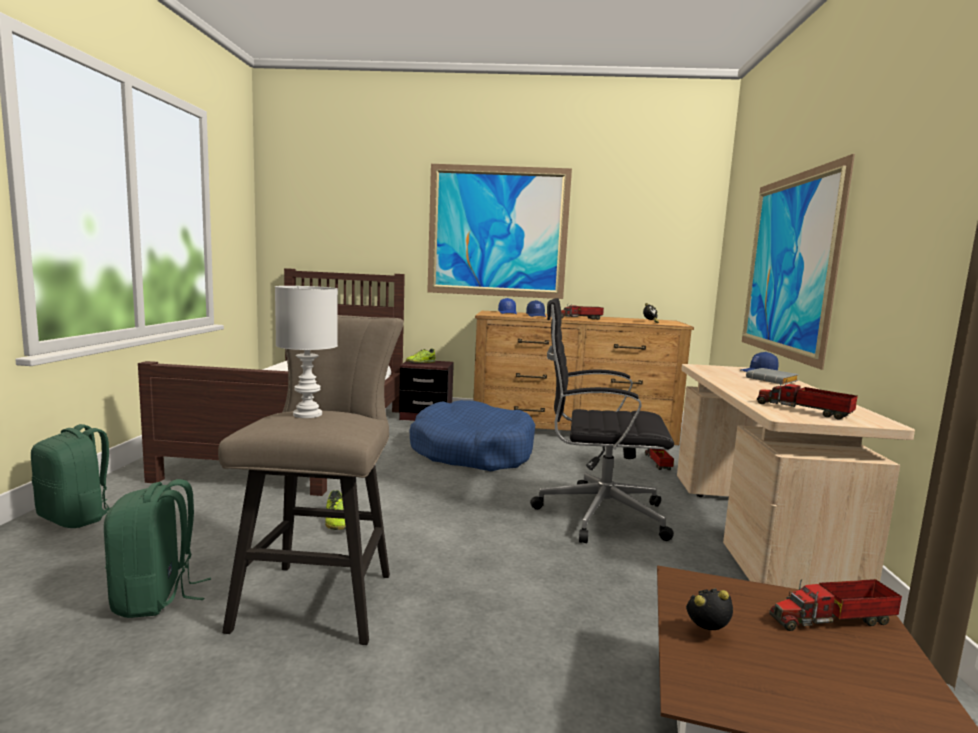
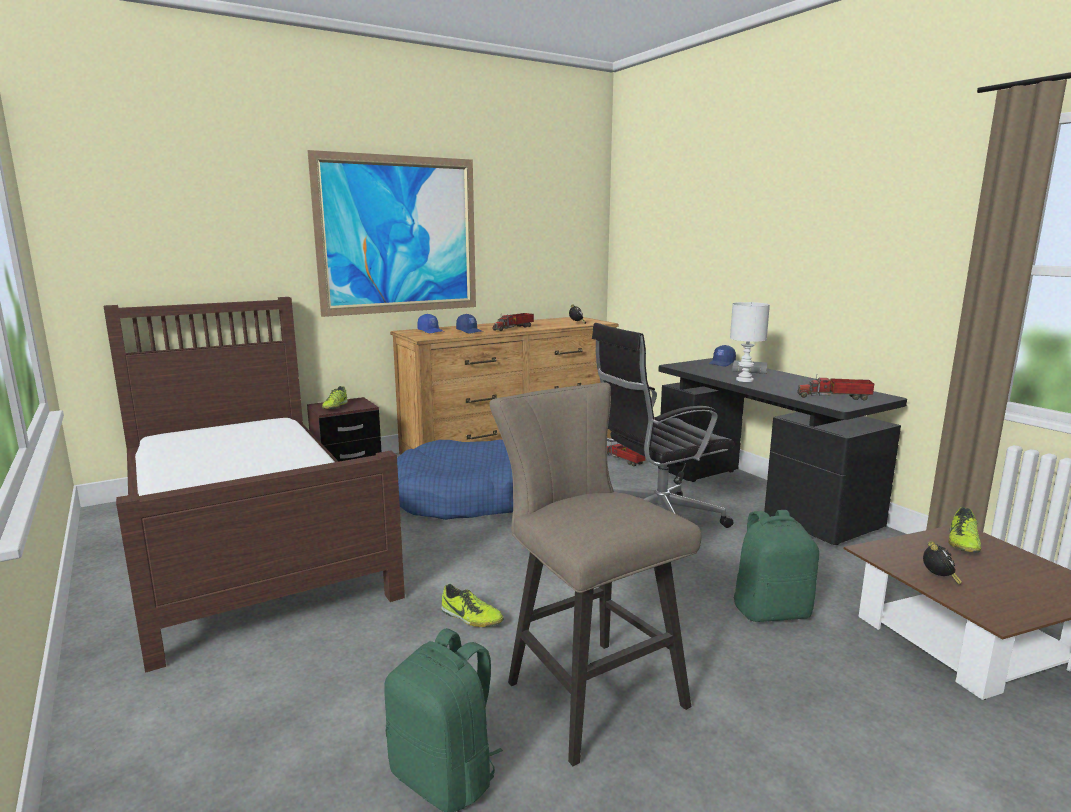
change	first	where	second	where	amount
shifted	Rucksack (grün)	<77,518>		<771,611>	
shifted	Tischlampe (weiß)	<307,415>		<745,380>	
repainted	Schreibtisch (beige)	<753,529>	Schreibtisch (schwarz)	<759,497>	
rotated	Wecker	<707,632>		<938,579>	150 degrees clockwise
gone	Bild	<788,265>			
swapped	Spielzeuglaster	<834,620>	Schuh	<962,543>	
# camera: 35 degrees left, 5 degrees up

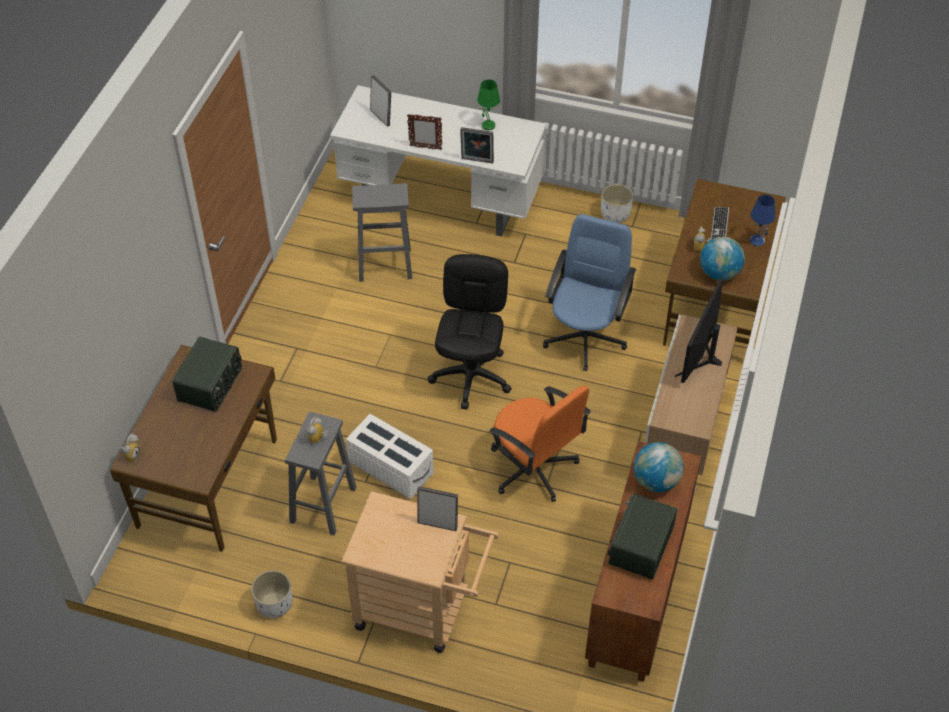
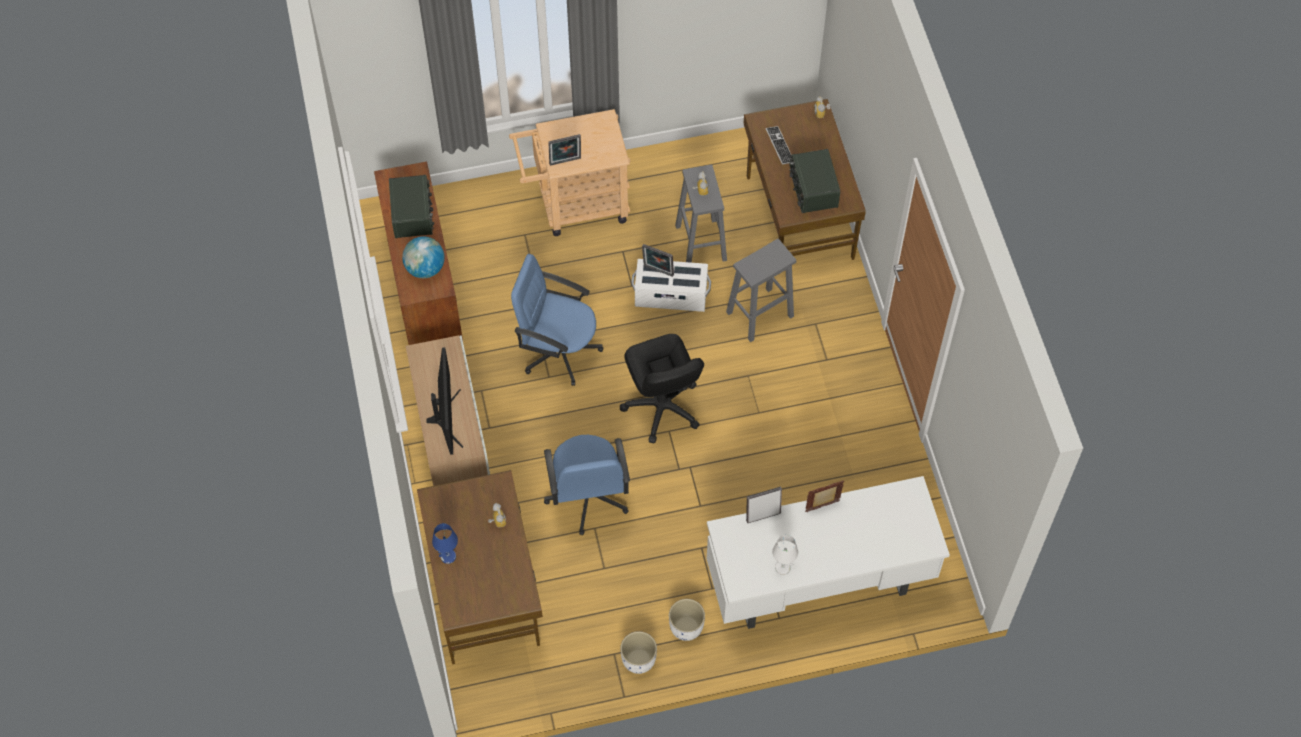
change	first	where	second	where	amount
shifted	Pflanzkübel (weiß)	<275,605>		<685,627>	
shifted	Hocker (grau)	<384,265>		<760,313>	
shifted	Bilderrahmen	<381,117>		<658,271>	
repainted	Tischlampe (grün)	<487,125>	Tischlampe (weiß)	<783,567>	
repainted	Bürostuhl (orange)	<533,469>	Bürostuhl (blau)	<559,350>	
gone	Globus	<719,273>			
shifted	Tastatur	<719,225>		<780,146>	
# camera: 150 degrees right, 10 degrees up

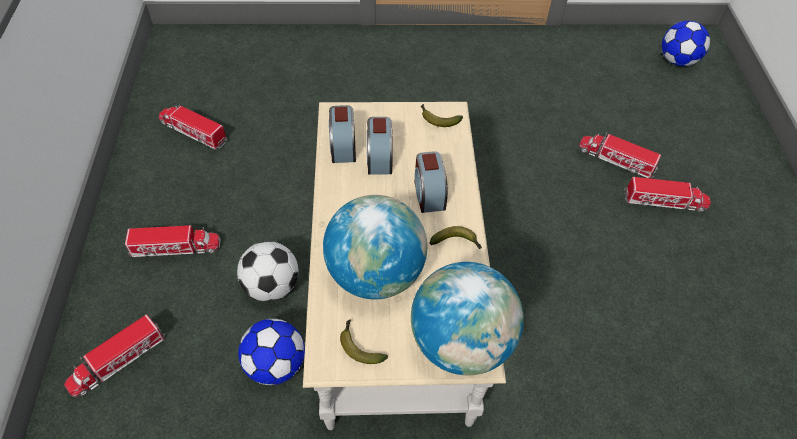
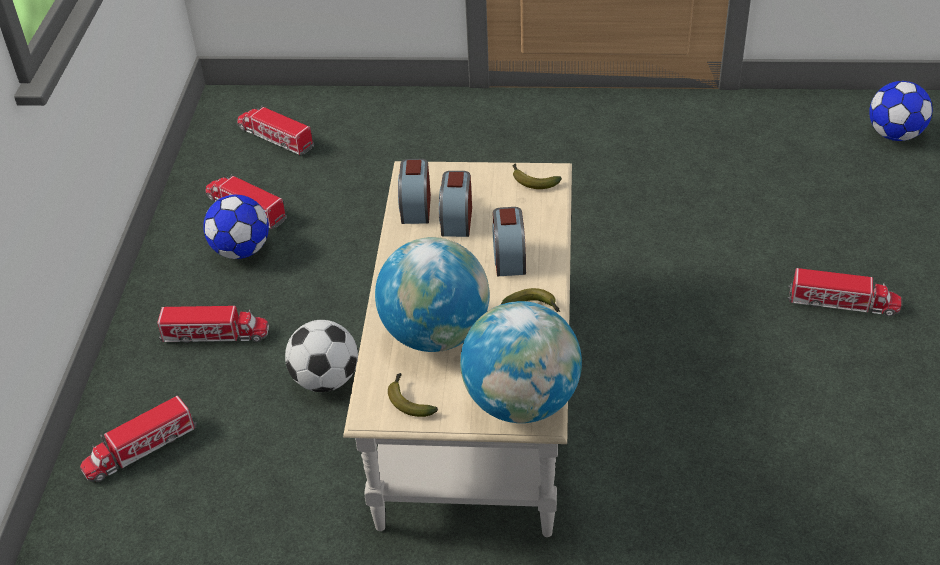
change	first	where	second	where	amount
shifted	Fußball	<275,365>		<241,250>	
shifted	Spielzeuglaster	<616,160>		<275,138>	
# camera: 10 degrees right, 10 degrees down

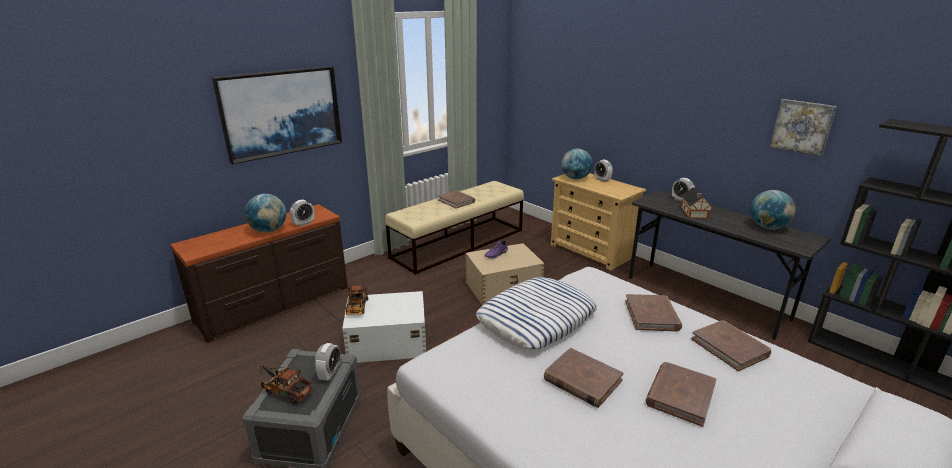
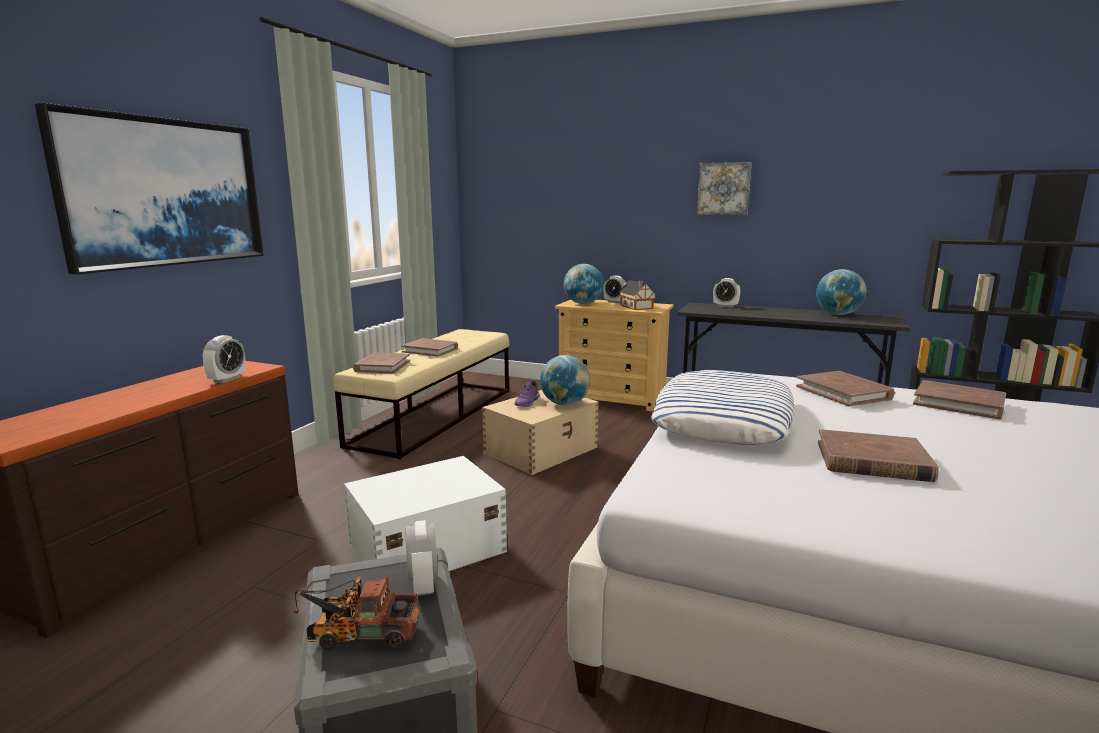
change	first	where	second	where	amount
shifted	Globus	<269,230>		<565,404>	
gone	Spielzeuglaster	<357,308>			
shifted	Buch (braun)	<680,395>		<382,366>	
shifted	Spielzeughaus	<694,213>		<636,307>	
shifted	Bild	<802,126>		<723,188>	
# camera: 25 degrees left, 10 degrees down

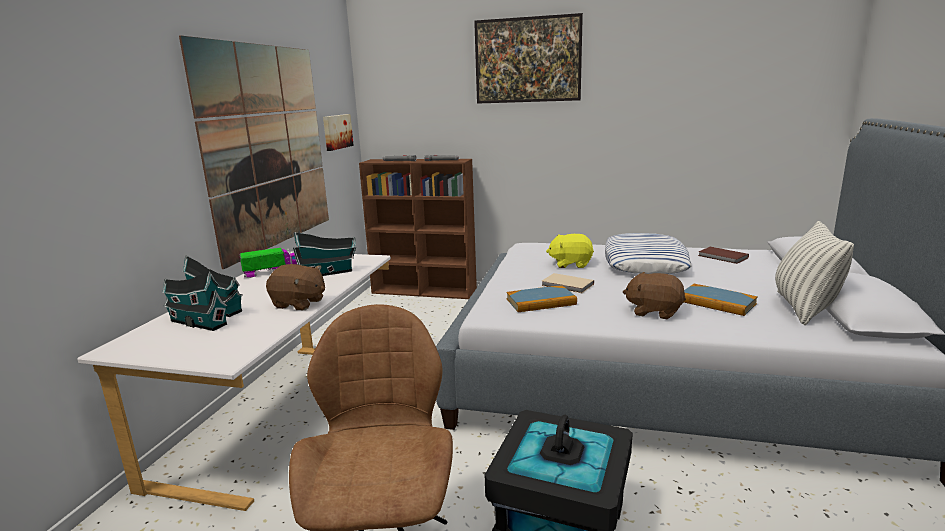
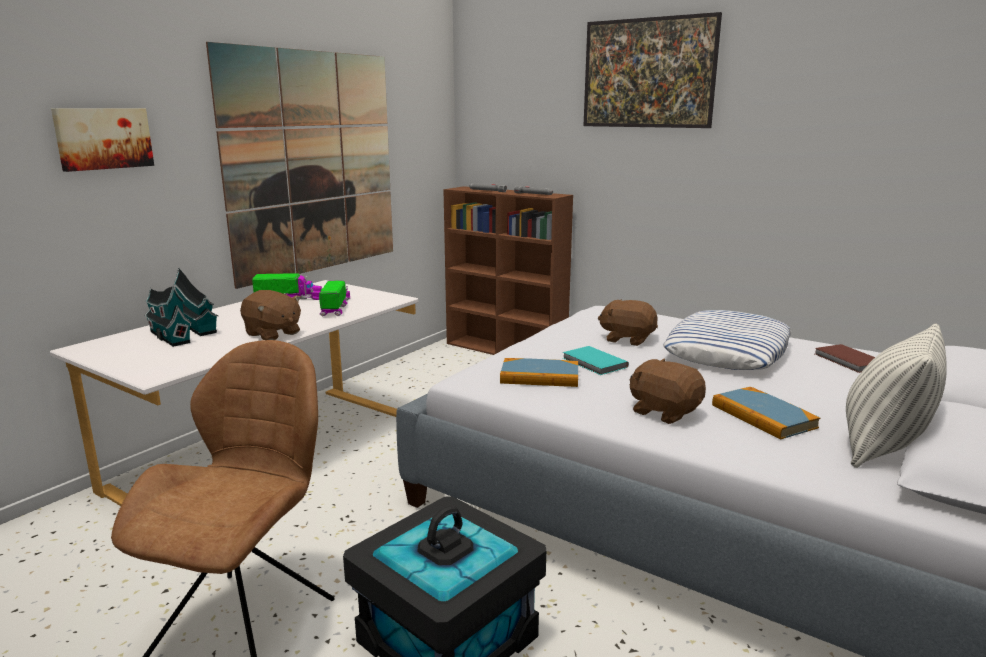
change	first	where	second	where	amount
swapped	Spielzeughaus	<328,273>	Spielzeuglaster	<335,307>	
shifted	Bild	<336,132>		<103,138>	
repainted	Buch (beige)	<567,285>	Buch (türkis)	<594,363>	
repainted	Plüschtier (gelb)	<570,264>	Plüschtier (braun)	<627,339>	
# camera: 20 degrees right, 0 degrees up

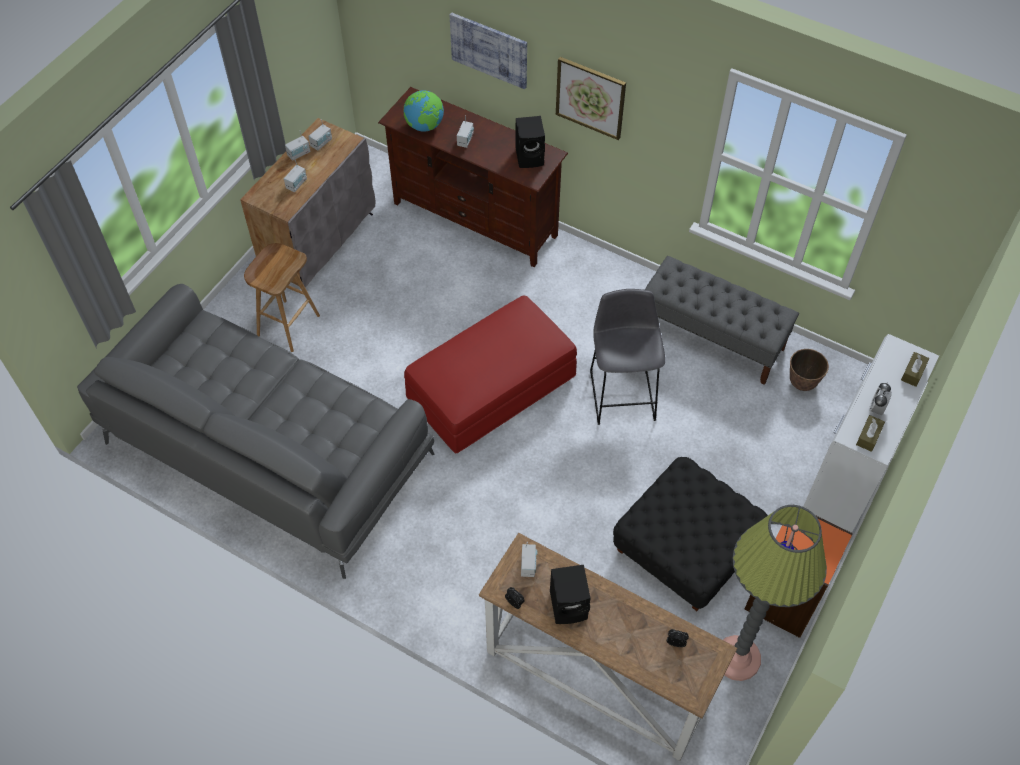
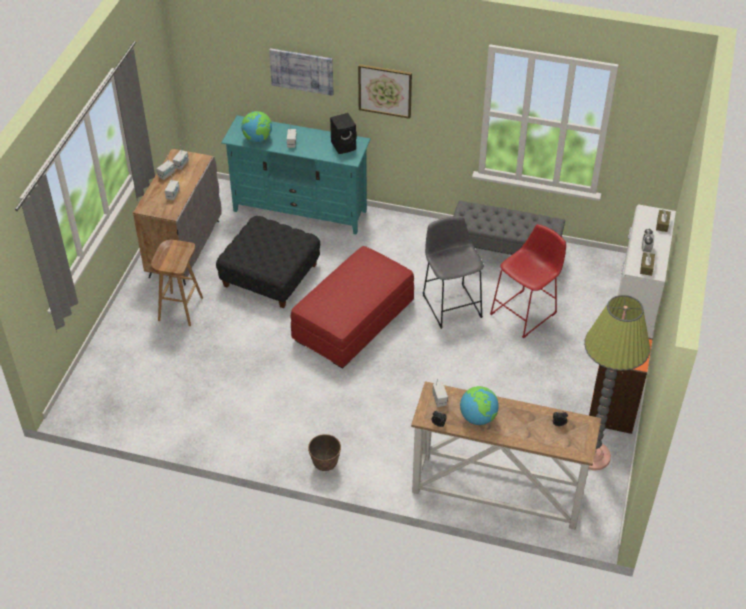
change	first	where	second	where	amount
gone	Sofa (grau)	<266,447>			
repainted	Fernsehschrank (braun)	<476,219>	Fernsehschrank (türkis)	<300,210>	
swapped	Lautsprecher (schwarz)	<570,605>	Globus	<478,417>	
shifted	Polsterhocker (schwarz)	<686,546>		<270,275>	
shifted	Pflanzkübel	<802,383>		<325,465>	
new			Hocker (rot)	<526,312>	
# camera: 15 degrees left, 10 degrees down

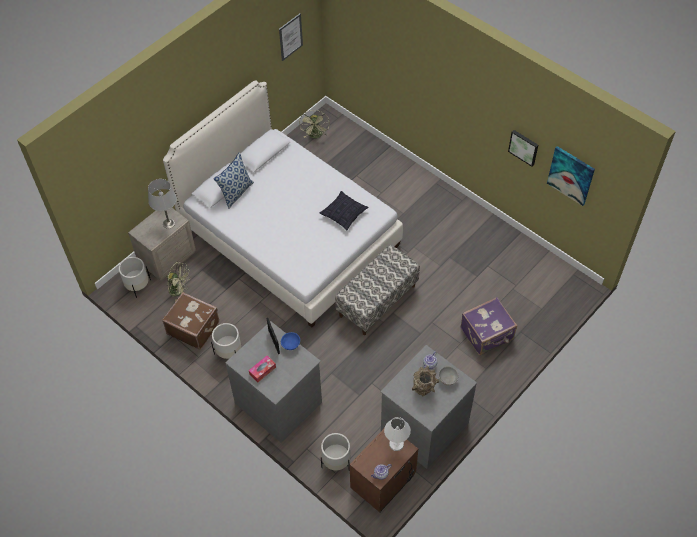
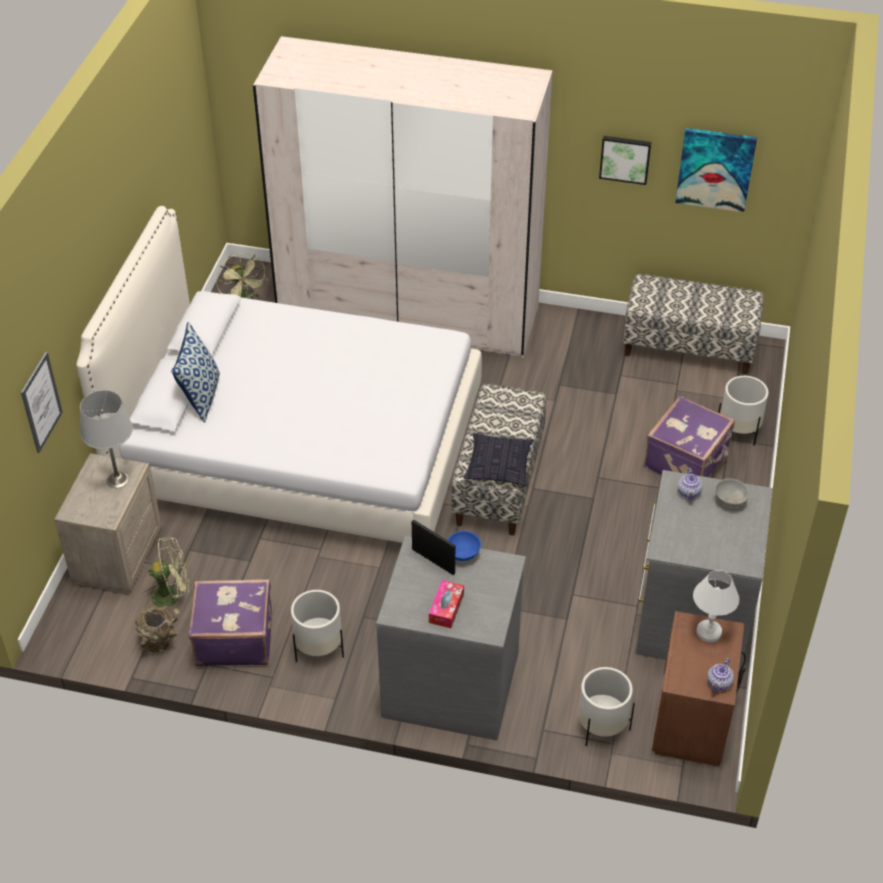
change	first	where	second	where	amount
shifted	Pflanzkübel (weiß)	<137,286>		<738,431>	
repainted	Koffer (braun)	<193,327>	Koffer (lila)	<234,638>	
shifted	Bild	<290,37>		<41,402>	
shifted	Kissen	<344,214>		<498,467>	
shifted	Vase (braun)	<424,388>		<160,642>	
new			Kleiderschrank (beige)	<409,313>	
new			Bank	<688,347>	
# camera: 30 degrees left, 10 degrees down

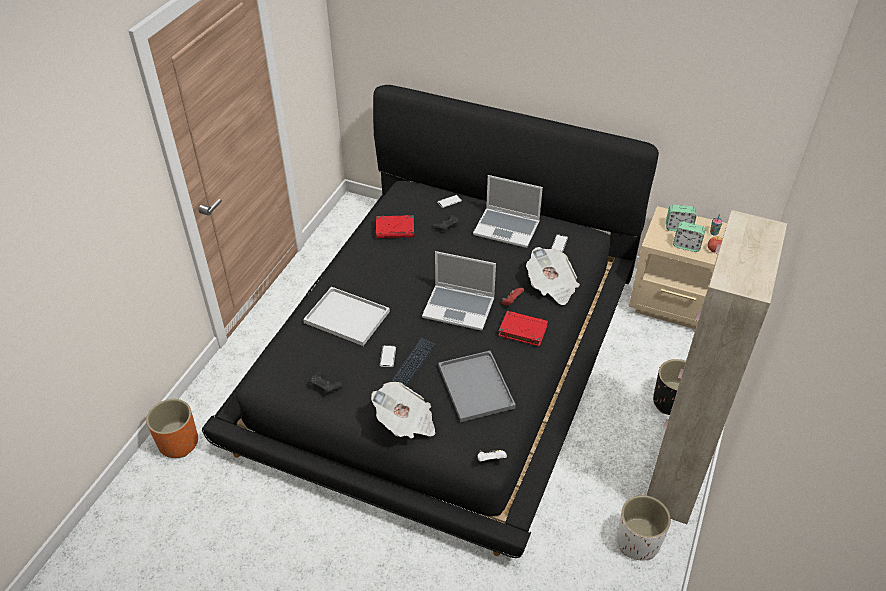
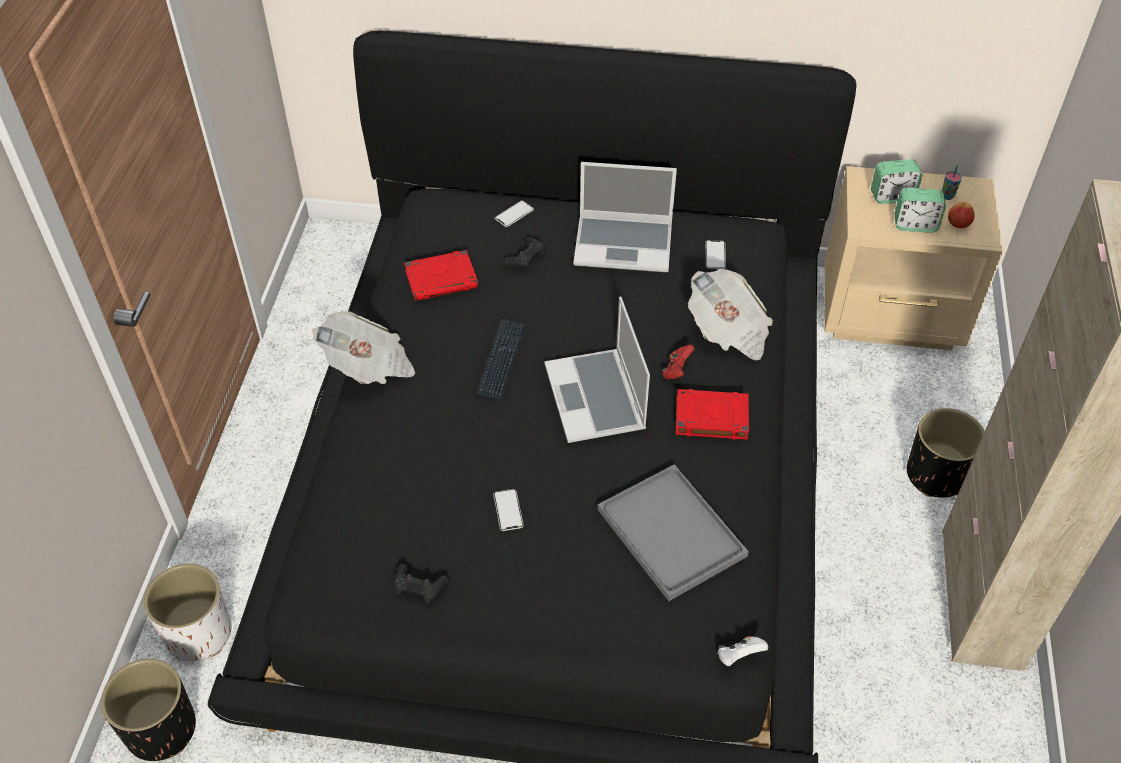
change	first	where	second	where	amount
repainted	Pflanzkübel (orange)	<178,442>	Pflanzkübel (schwarz)	<161,729>	
gone	Tablett (weiß)	<345,317>			
shifted	Zeitung	<405,422>		<369,366>	
shifted	Tastatur	<413,364>		<501,360>	
rotated	Laptop	<459,308>		<597,398>	75 degrees clockwise
shifted	Pflanzkübel (weiß)	<638,541>		<198,633>	
# camera: 15 degrees left, 5 degrees up

